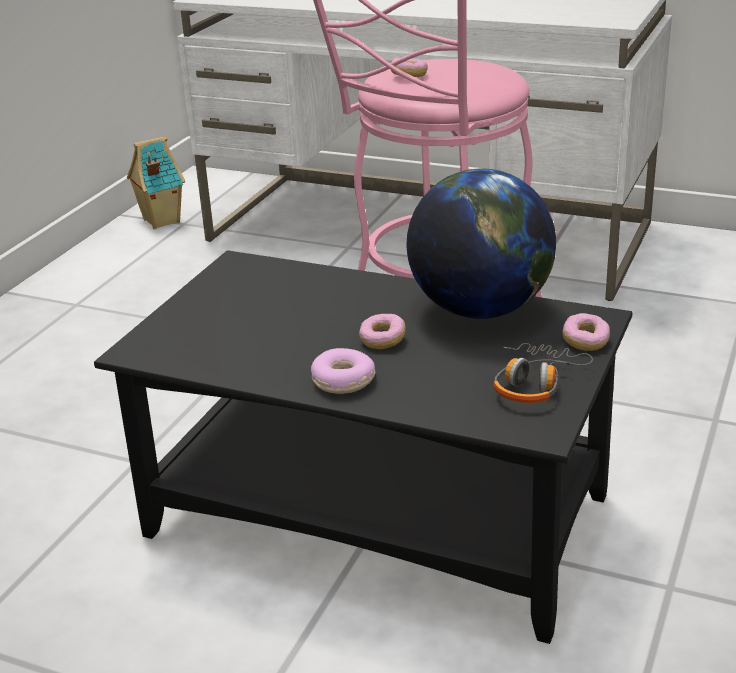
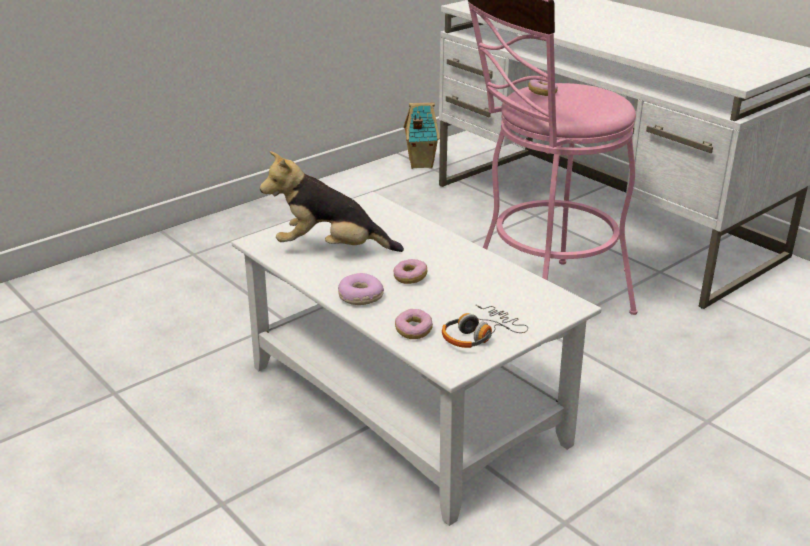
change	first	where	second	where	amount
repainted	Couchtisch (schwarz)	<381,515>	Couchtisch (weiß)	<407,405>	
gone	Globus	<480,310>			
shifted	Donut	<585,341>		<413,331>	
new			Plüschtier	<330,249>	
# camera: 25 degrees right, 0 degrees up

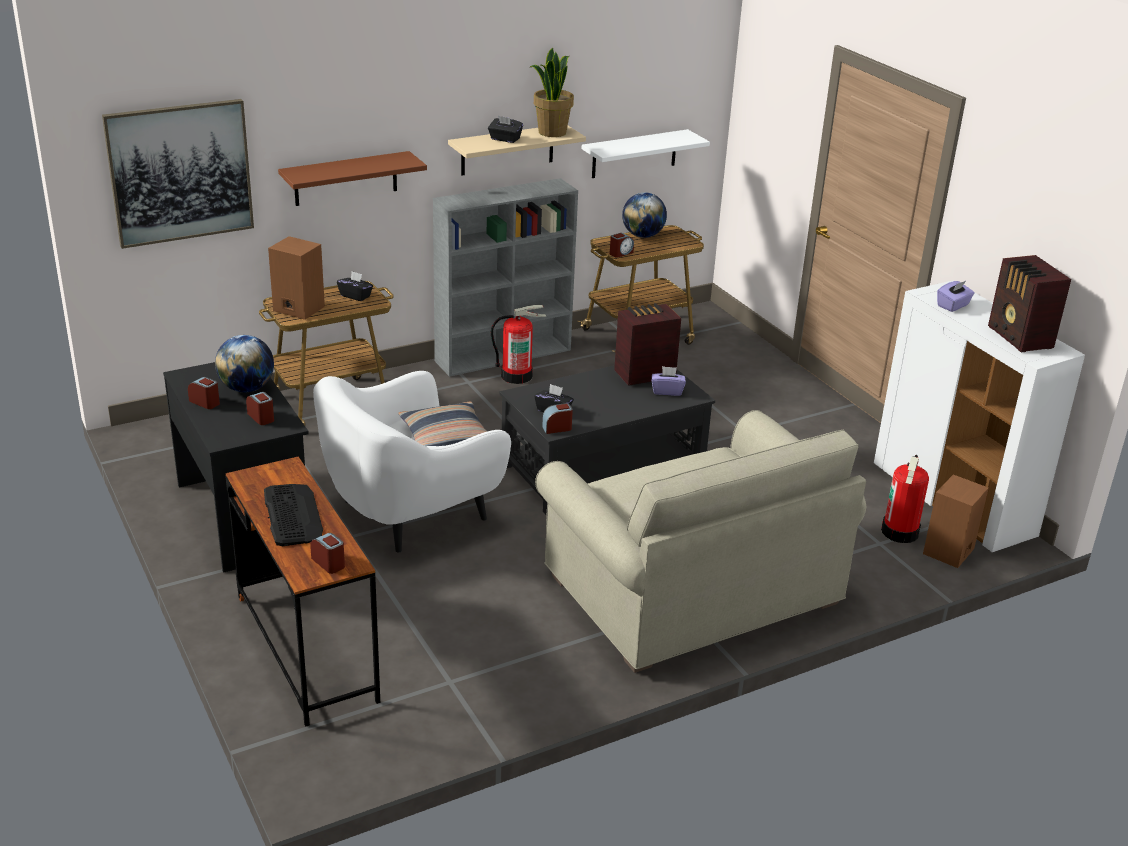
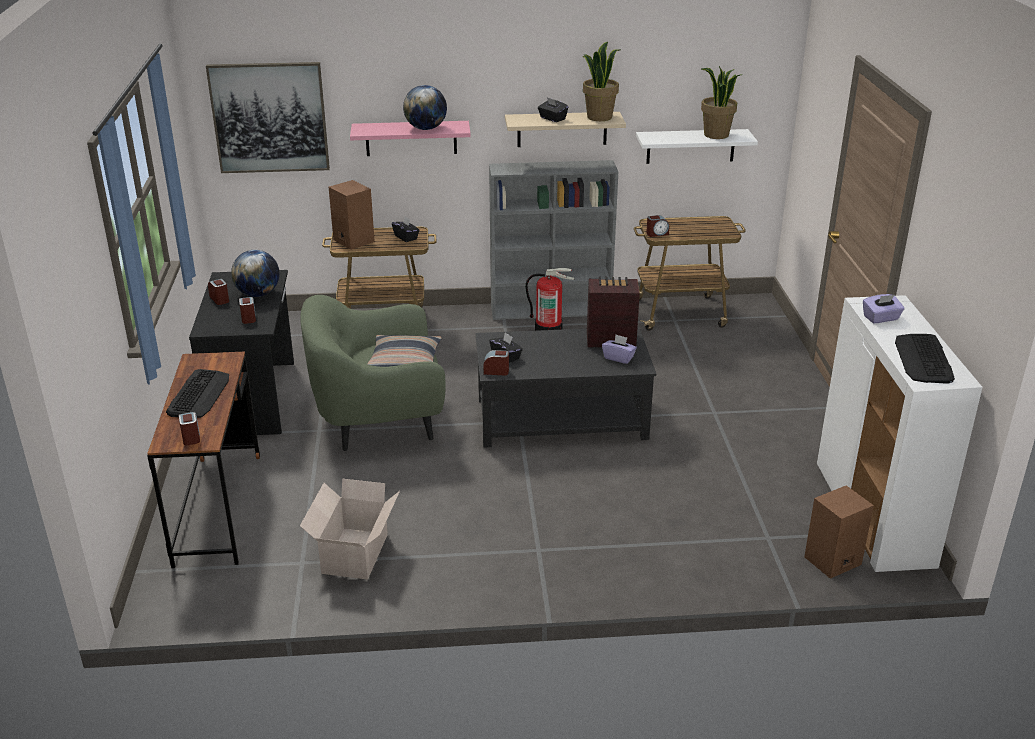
change	first	where	second	where	amount
repainted	Wandregal (braun)	<346,178>	Wandregal (rosa)	<411,138>	
repainted	Sessel (weiß)	<410,511>	Sessel (grün)	<378,421>	
gone	Sofa (beige)	<691,588>			
shifted	Globus	<643,235>		<426,128>	
gone	Feuerlöscher	<900,532>			
swapped	Radio	<1019,338>	Tastatur	<923,359>	
new			Karton	<353,555>	
new			Topfpflanze	<716,135>	
# camera: 25 degrees right, 0 degrees up

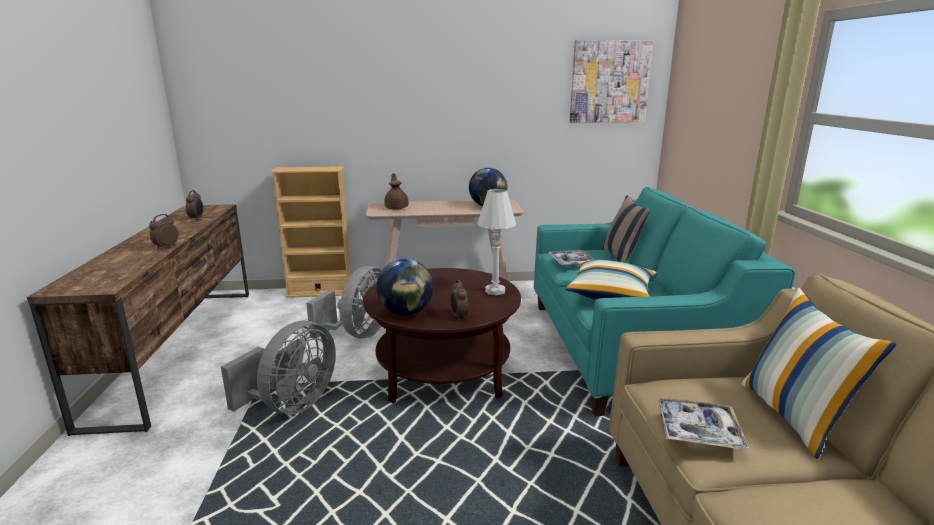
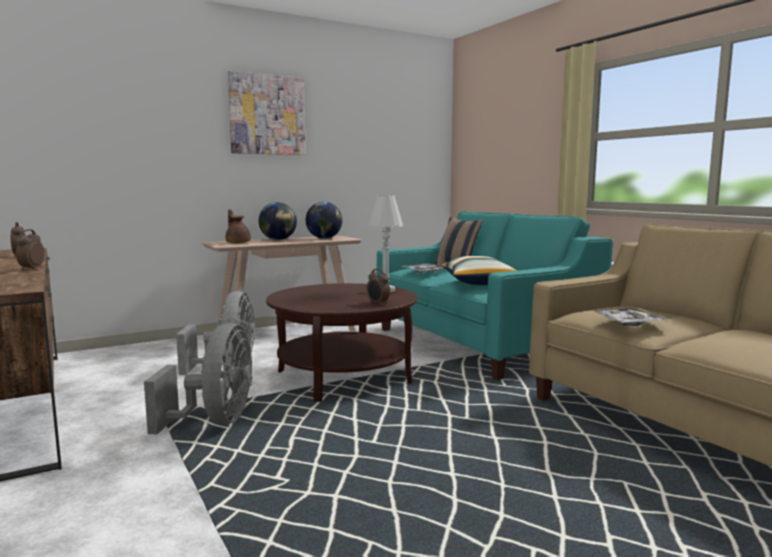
change	first	where	second	where	amount
gone	Bücherregal (beige)	<320,292>			
shifted	Globus	<406,313>		<278,240>	
shifted	Bild	<609,82>		<267,115>	
gone	Kissen	<794,417>			
# camera: 25 degrees left, 10 degrees down

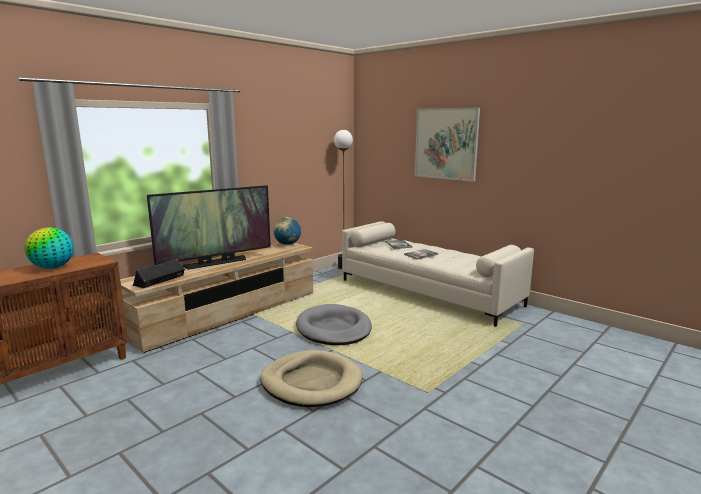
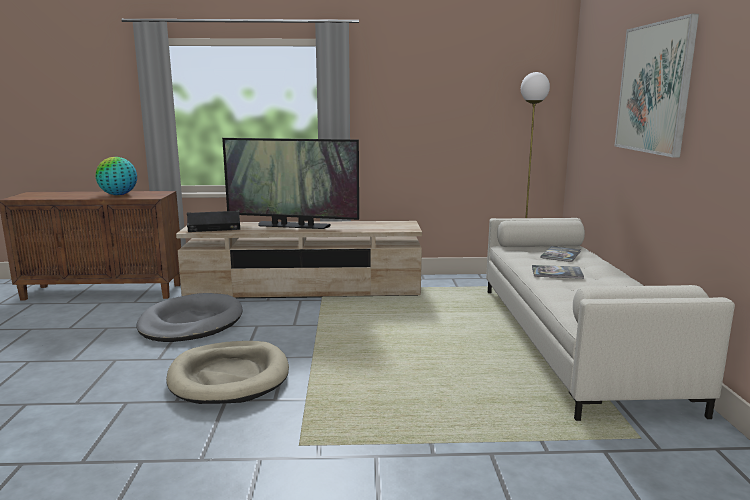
change	first	where	second	where	amount
gone	Globus	<287,244>			
shifted	Hundebett (grau)	<334,329>		<191,323>	
# camera: 45 degrees right, 0 degrees up

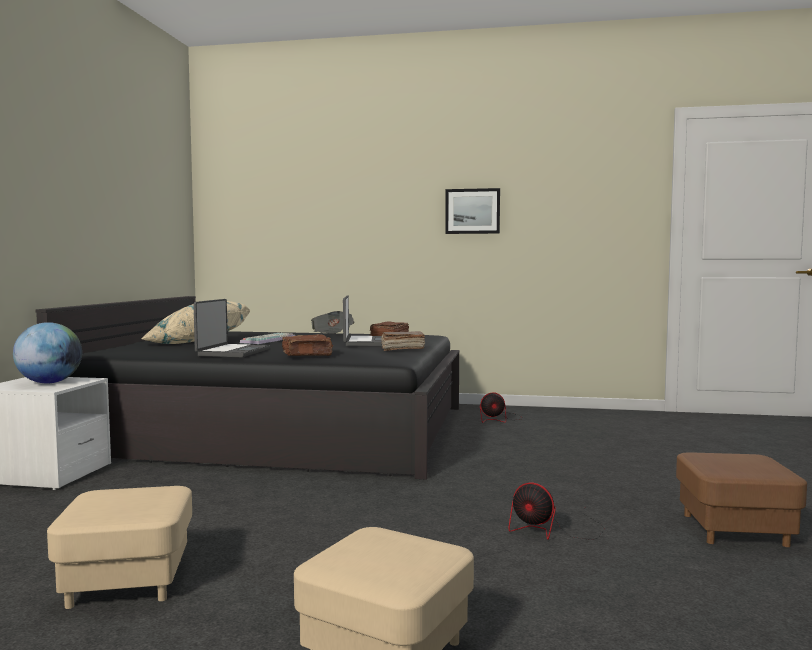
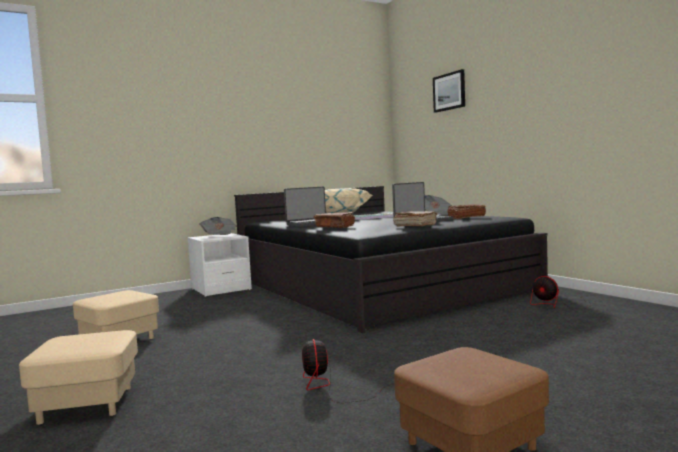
change	first	where	second	where	amount
swapped	Globus	<49,383>	Zeitung	<219,236>	
shifted	Bild	<472,211>		<449,91>	
# camera: 50 degrees right, 0 degrees up

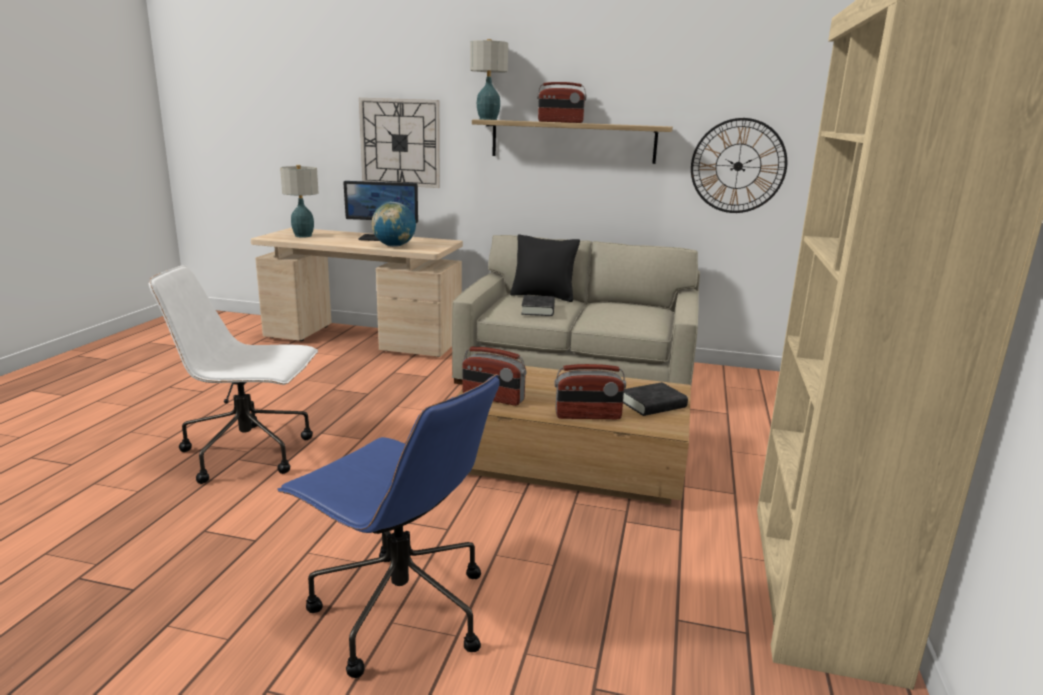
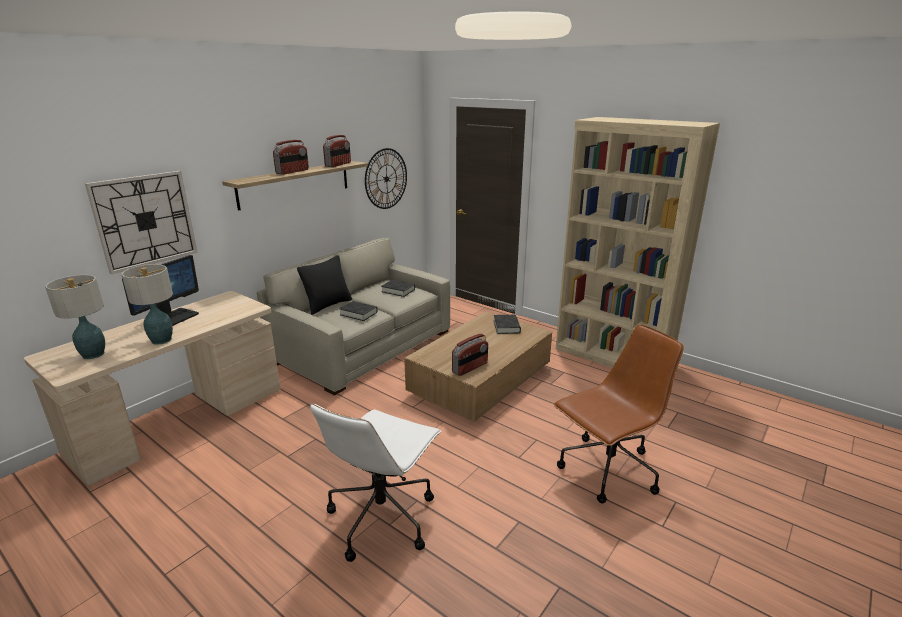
change	first	where	second	where	amount
repainted	Bürostuhl (blau)	<398,610>	Bürostuhl (braun)	<607,471>	
gone	Globus	<394,246>			
shifted	Tischlampe	<487,119>		<161,340>	
shifted	Radio	<588,416>		<338,164>	
new			Buch (schwarz)	<398,290>	
# camera: 65 degrees left, 5 degrees up

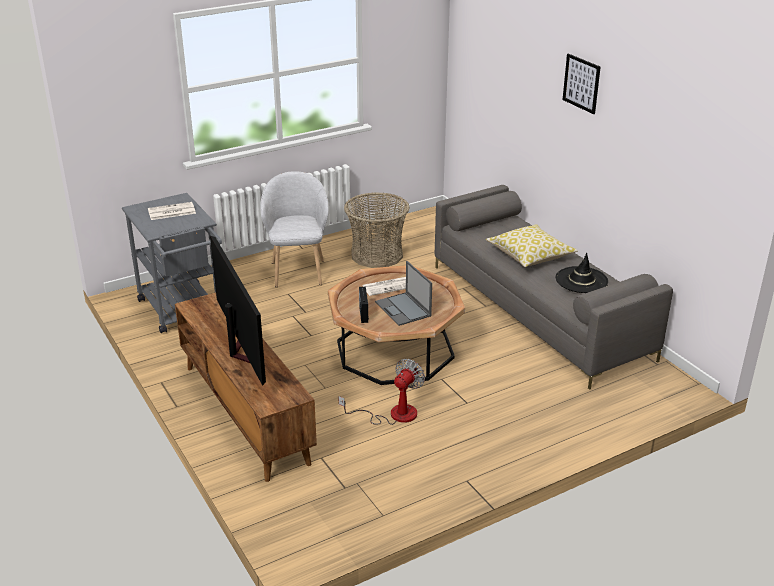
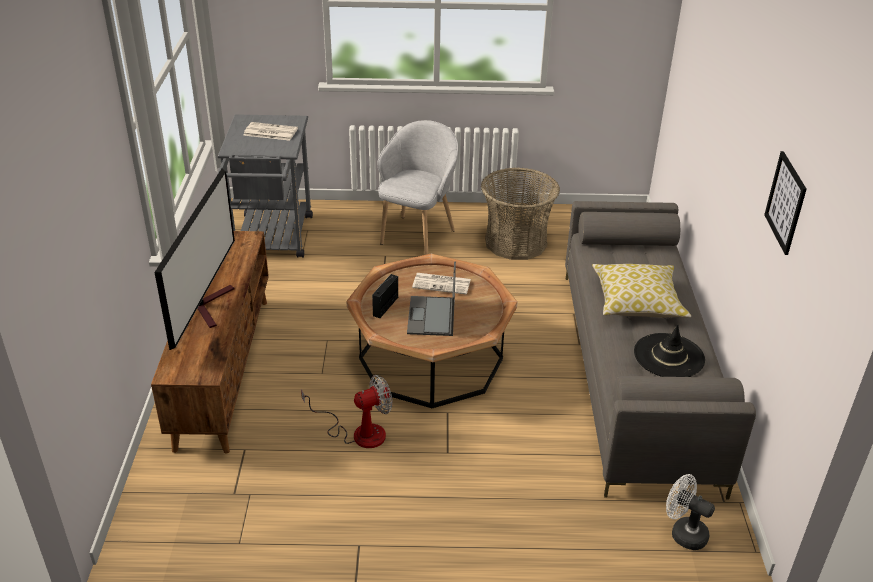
change	first	where	second	where	amount
shifted	Bild	<581,83>		<785,202>	
new			Ventilator (weiß)	<683,533>	
# camera: 30 degrees right, 5 degrees up

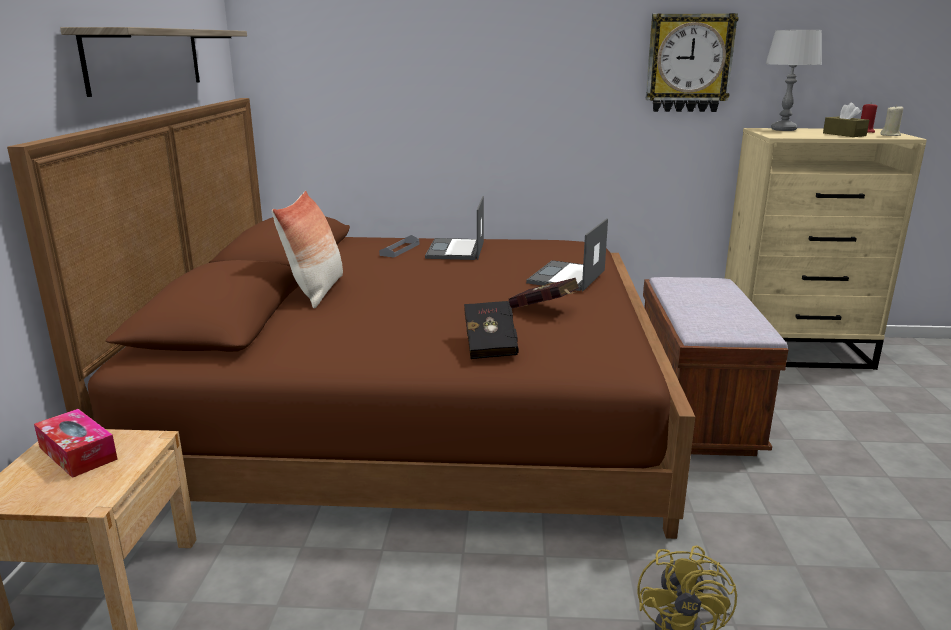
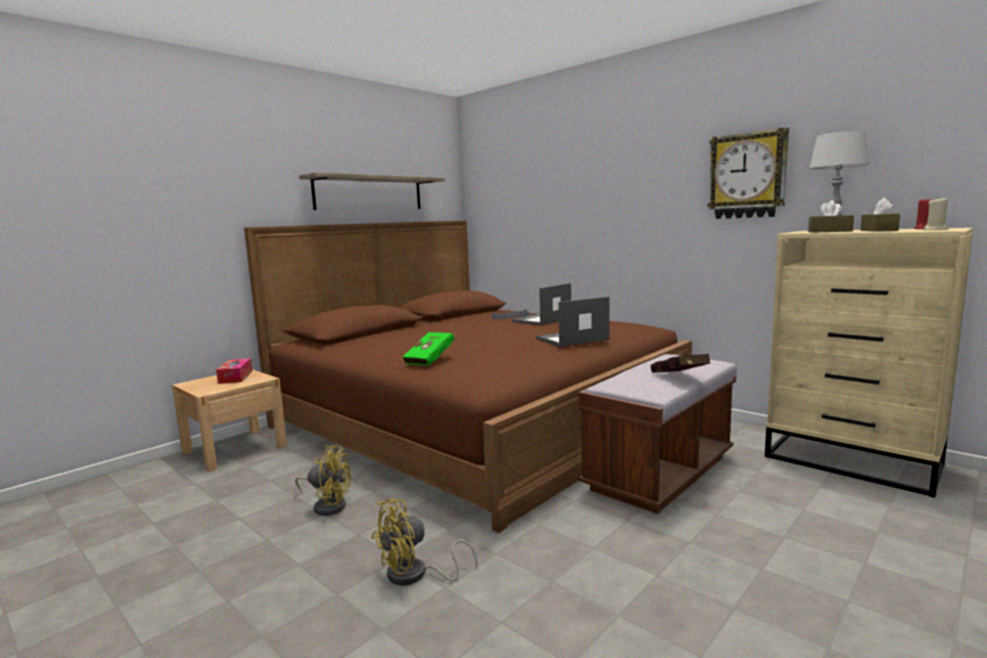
change	first	where	second	where	amount
gone	Kissen	<316,291>			
repainted	Buch (schwarz)	<490,345>	Buch (grün)	<431,360>	
shifted	Buch (rot)	<545,310>		<680,378>	
new			Ventilator (gelb)	<328,505>	
new			Taschentuchbox (braun)	<829,231>	
# camera: 40 degrees right, 10 degrees down

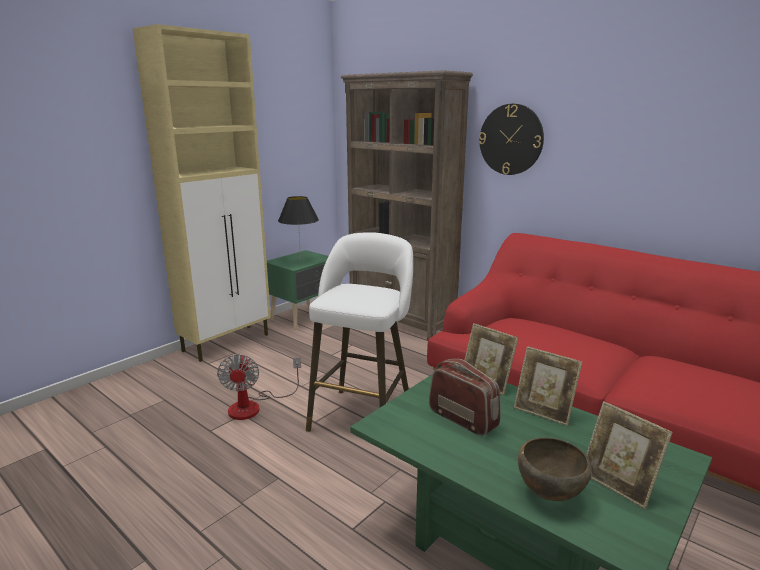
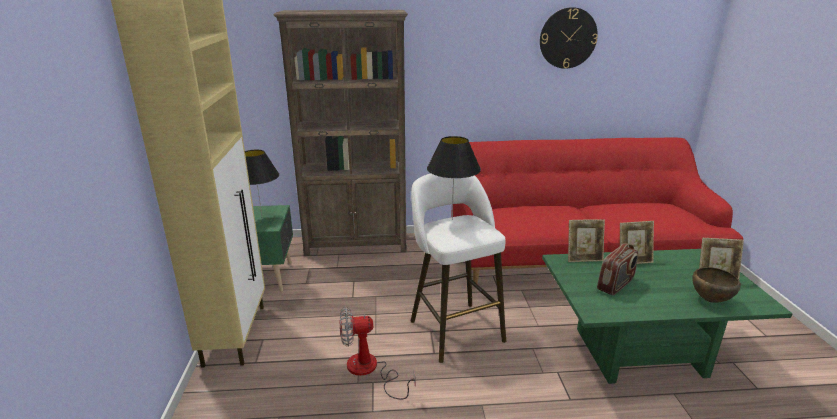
change	first	where	second	where	amount
rotated	Ventilator	<254,406>		<370,370>	135 degrees clockwise
rotated	Radio	<463,419>		<615,285>	135 degrees clockwise
shifted	Wanduhr	<511,139>		<568,38>	
new			Tischlampe (schwarz)	<452,219>	
# camera: 45 degrees left, 5 degrees up

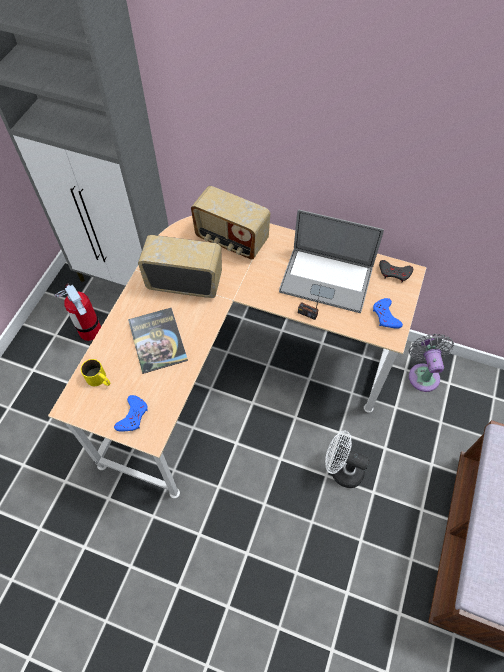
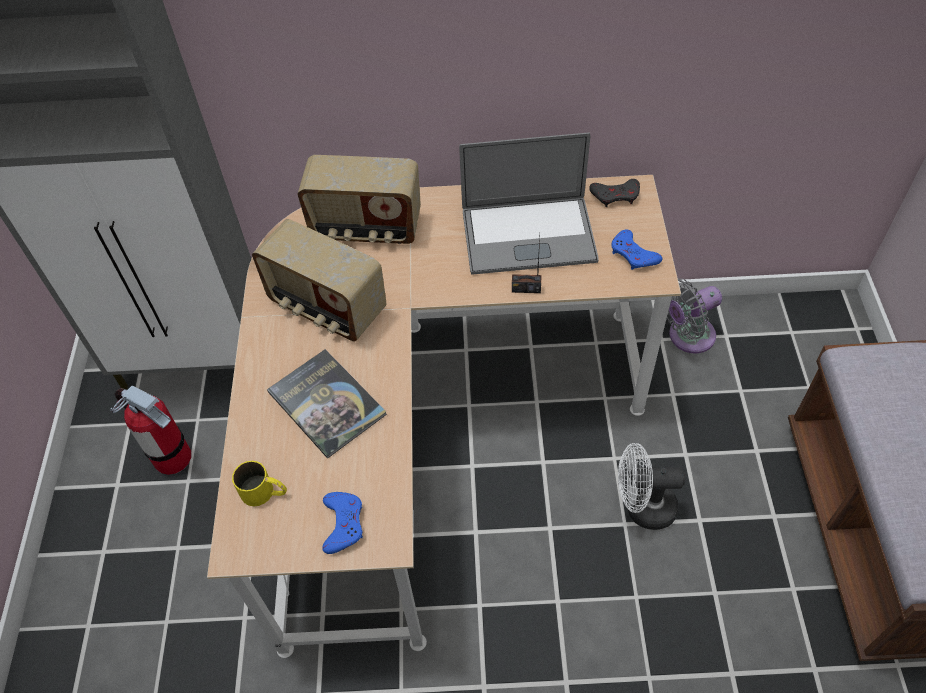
change	first	where	second	where	amount
rotated	Radio	<185,282>		<326,308>	135 degrees counterclockwise
rotated	Ventilator (grau)	<423,374>		<687,336>	90 degrees counterclockwise
# camera: 20 degrees left, 5 degrees down

